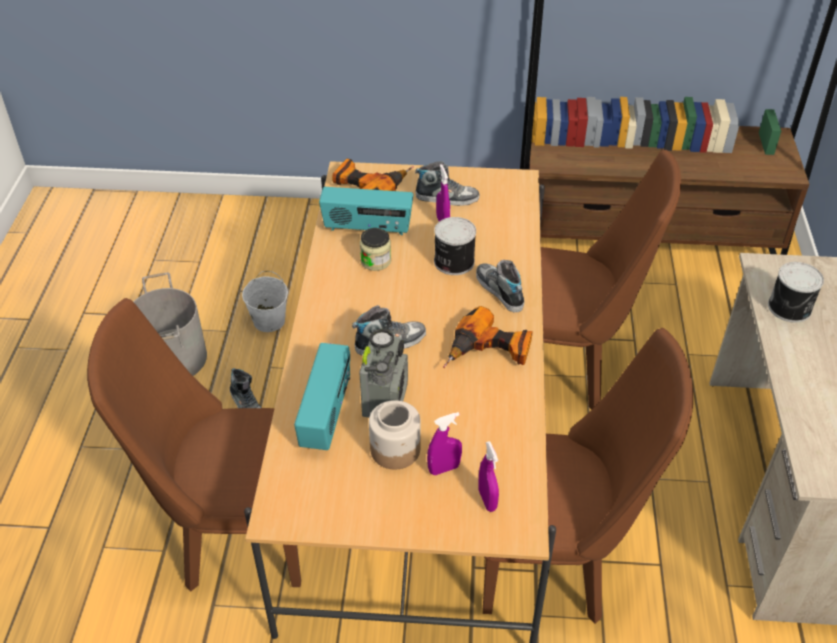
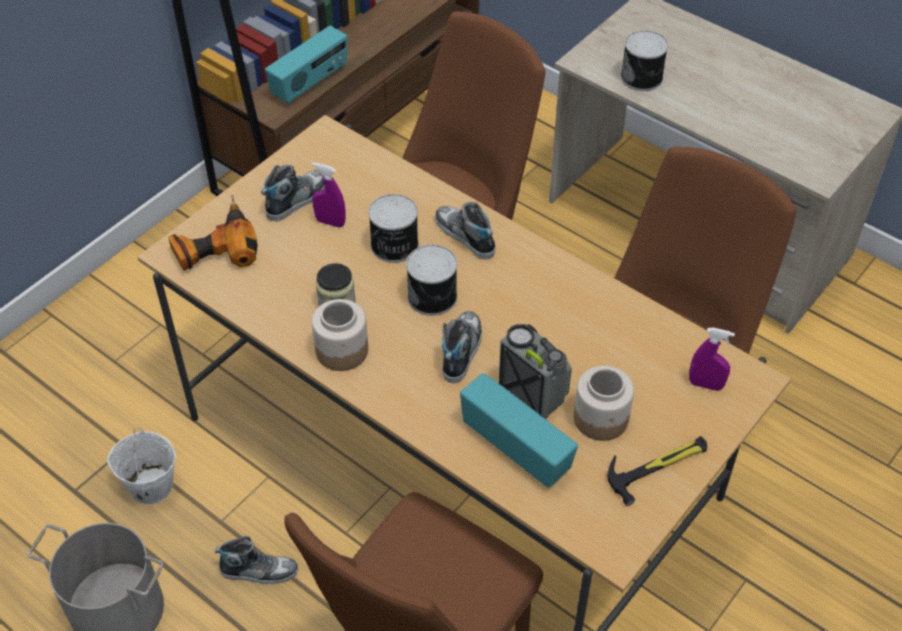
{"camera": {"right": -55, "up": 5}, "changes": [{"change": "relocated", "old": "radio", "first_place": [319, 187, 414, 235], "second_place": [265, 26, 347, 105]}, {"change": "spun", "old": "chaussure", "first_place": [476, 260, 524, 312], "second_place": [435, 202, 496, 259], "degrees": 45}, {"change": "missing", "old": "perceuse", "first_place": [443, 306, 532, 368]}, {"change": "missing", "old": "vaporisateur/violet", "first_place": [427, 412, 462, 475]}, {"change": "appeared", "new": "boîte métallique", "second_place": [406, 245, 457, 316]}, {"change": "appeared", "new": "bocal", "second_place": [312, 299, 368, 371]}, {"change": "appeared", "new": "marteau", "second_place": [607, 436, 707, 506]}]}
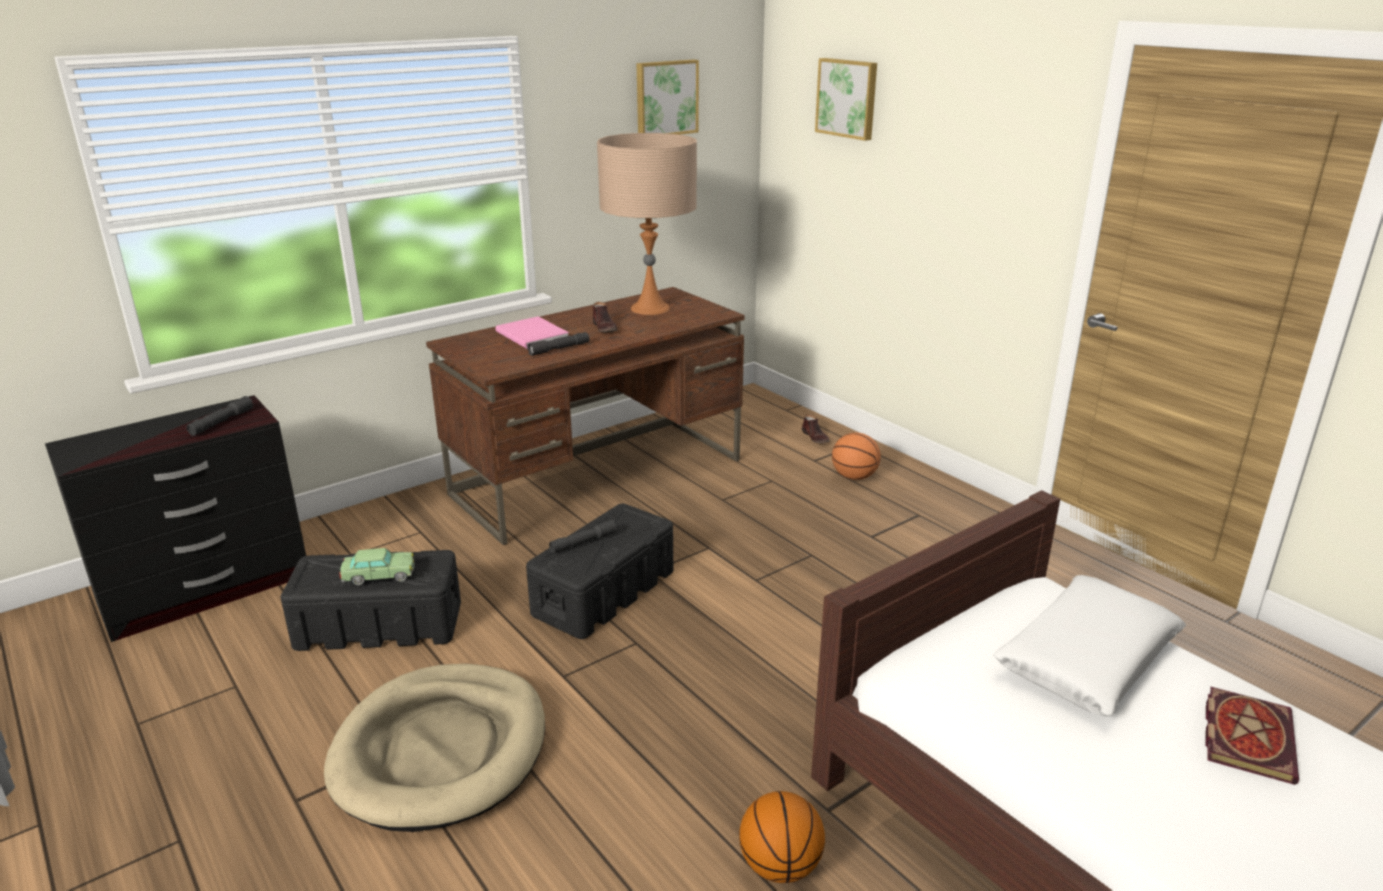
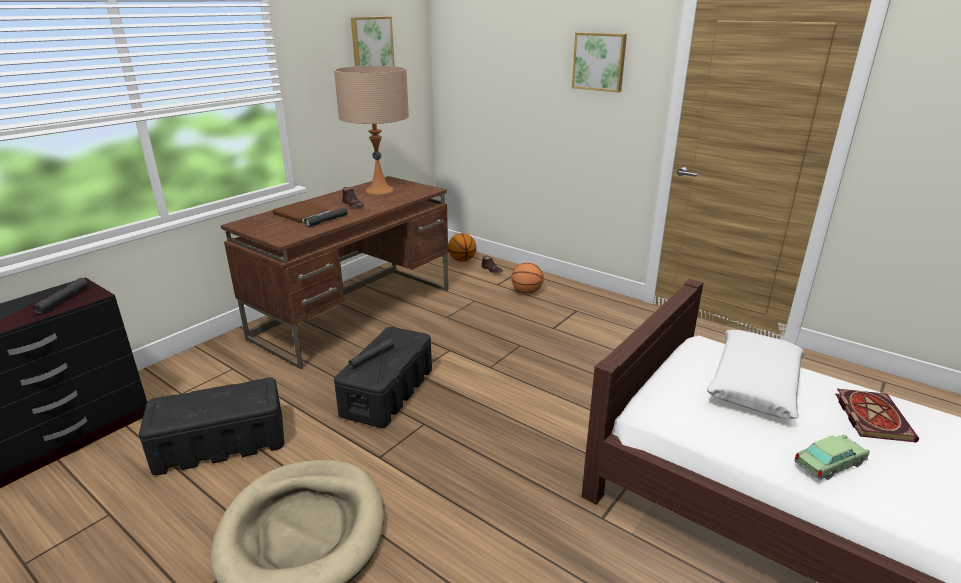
{"camera": {"right": -15, "up": 0}, "changes": [{"change": "relocated", "old": "tableau", "first_place": [815, 58, 877, 141], "second_place": [572, 32, 627, 92]}, {"change": "colour", "old": "livre/rose", "new": "livre/marron", "first_place": [495, 317, 569, 349], "second_place": [272, 201, 330, 223]}, {"change": "relocated", "old": "petite voiture", "first_place": [339, 548, 415, 585], "second_place": [794, 434, 870, 480]}, {"change": "relocated", "old": "ballon de basket", "first_place": [739, 791, 825, 883], "second_place": [448, 233, 476, 262]}]}
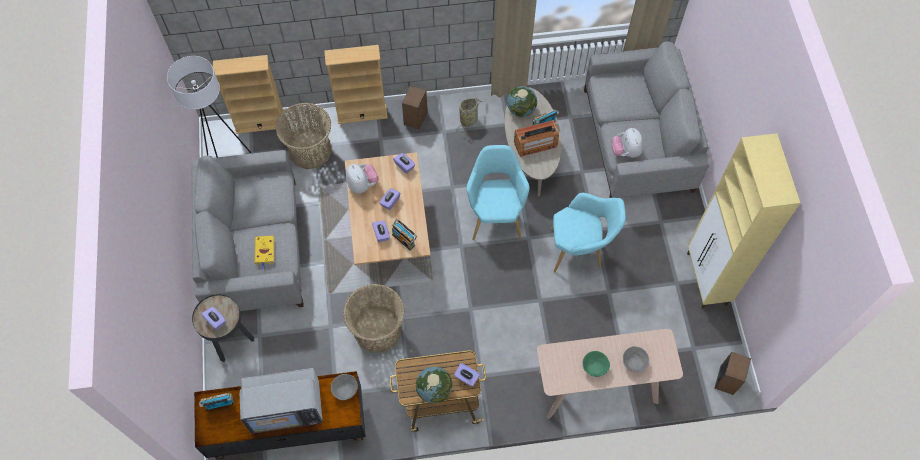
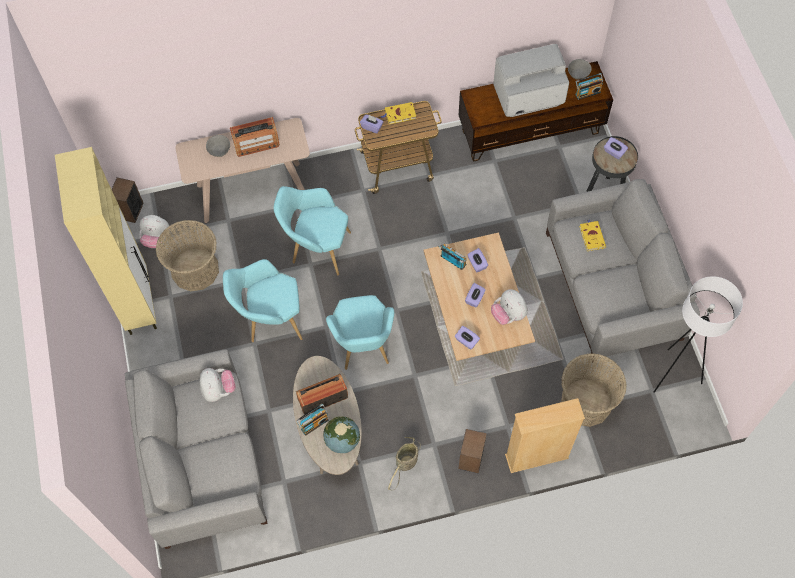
{"camera": {"right": 175, "up": 0}, "changes": [{"change": "missing", "old": "bibliothèque/beige", "first_place": [213, 55, 284, 134]}, {"change": "relocated", "old": "panier", "first_place": [343, 284, 404, 353], "second_place": [156, 220, 219, 291]}, {"change": "exchanged", "old": "bol/vert", "new": "radio", "first_place": [582, 351, 610, 377], "second_place": [230, 117, 280, 157]}, {"change": "exchanged", "old": "globe", "new": "livre/jaune", "first_place": [416, 367, 452, 403], "second_place": [381, 102, 416, 124]}, {"change": "relocated", "old": "bol/gris", "first_place": [331, 374, 358, 400], "second_place": [568, 59, 592, 79]}, {"change": "appeared", "new": "fauteuil/turquoise", "second_place": [273, 186, 351, 276]}, {"change": "appeared", "new": "peluche", "second_place": [139, 215, 169, 248]}]}
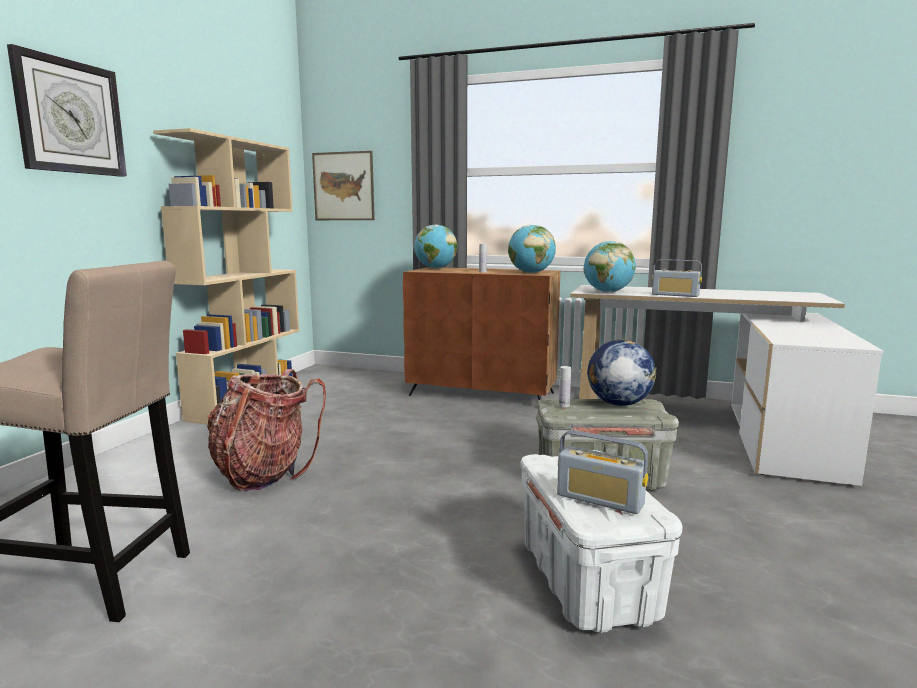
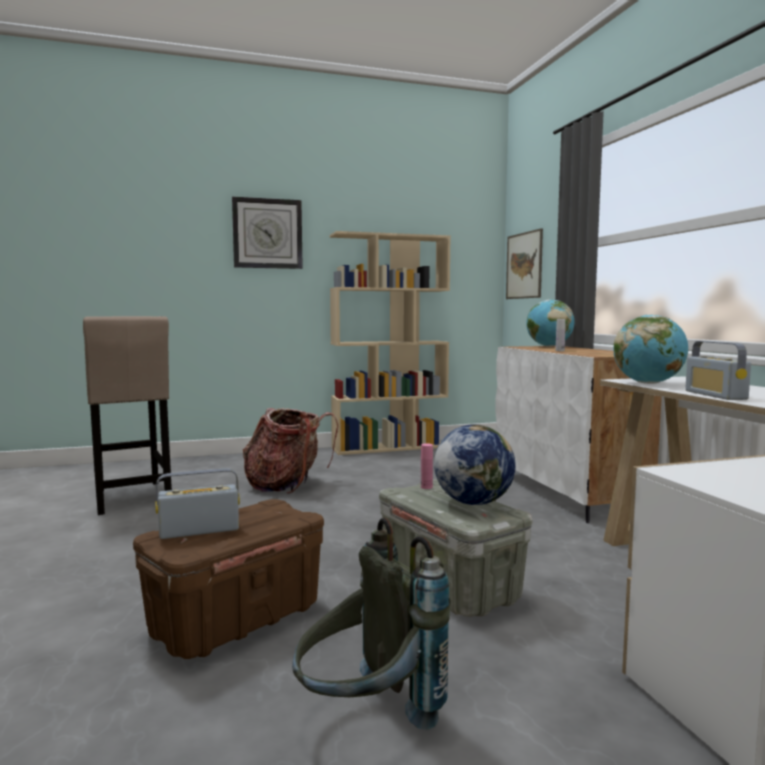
{"camera": {"right": 55, "up": -5}, "changes": [{"change": "missing", "old": "globe", "first_place": [508, 225, 556, 273]}, {"change": "colour", "old": "meuble de rangement/marron", "new": "meuble de rangement/blanc", "first_place": [403, 267, 560, 400], "second_place": [495, 346, 662, 523]}, {"change": "colour", "old": "bouteille/blanc", "new": "bouteille/rose", "first_place": [559, 366, 571, 407], "second_place": [421, 443, 433, 489]}, {"change": "spun", "old": "radio", "first_place": [557, 430, 648, 514], "second_place": [156, 468, 240, 539], "degrees": 75}, {"change": "colour", "old": "boîte de rangement/blanc", "new": "boîte de rangement/marron", "first_place": [520, 450, 683, 633], "second_place": [133, 499, 324, 659]}, {"change": "appeared", "new": "sac à dos/gris", "second_place": [292, 518, 450, 730]}]}
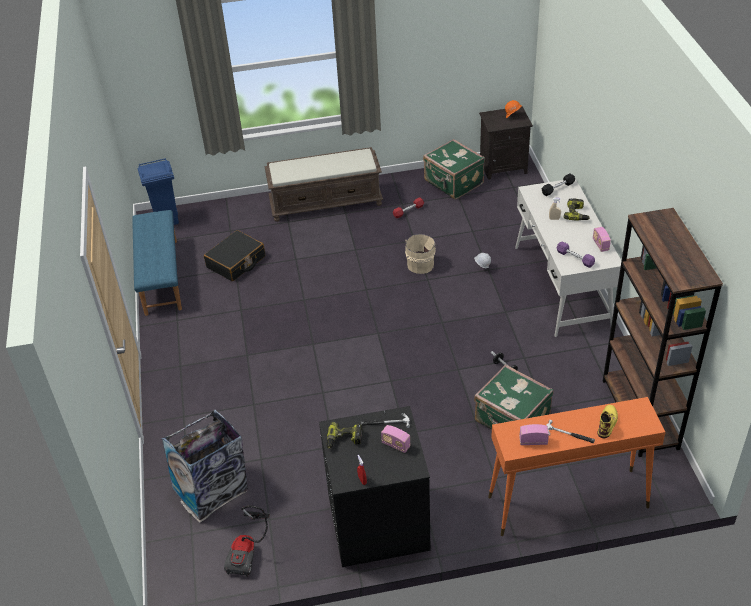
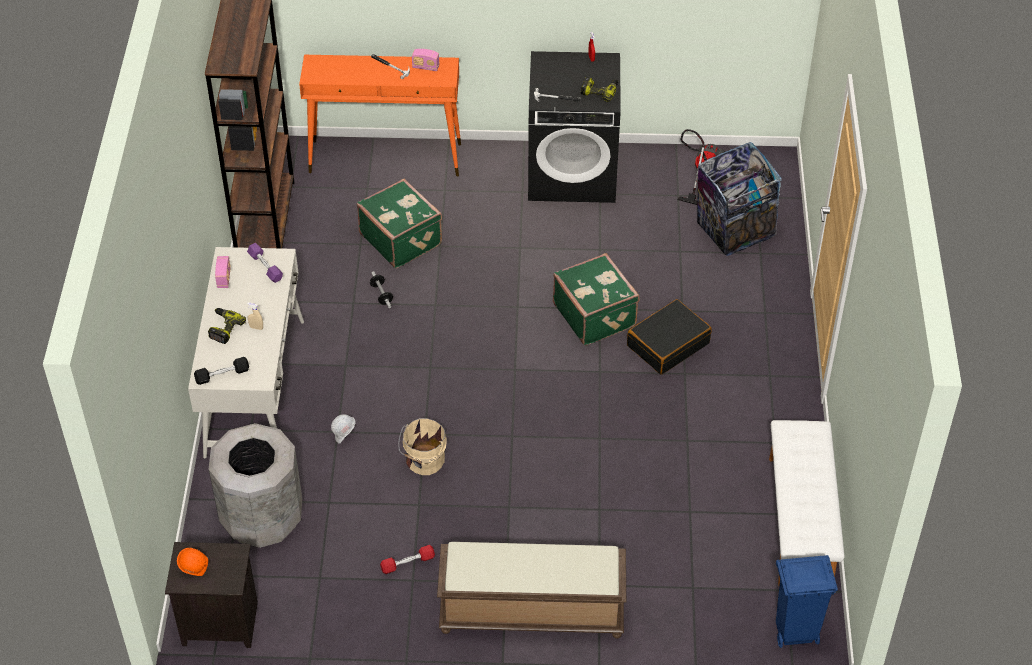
{"camera": {"right": -170, "up": 5}, "changes": [{"change": "relocated", "old": "valise/vert", "first_place": [423, 139, 485, 199], "second_place": [553, 253, 640, 346]}, {"change": "colour", "old": "banc/bleu", "new": "banc/blanc", "first_place": [132, 210, 182, 316], "second_place": [769, 420, 844, 586]}, {"change": "relocated", "old": "valise/noir", "first_place": [204, 230, 265, 281], "second_place": [627, 299, 712, 374]}, {"change": "missing", "old": "botte/jaune", "first_place": [597, 405, 618, 438]}, {"change": "missing", "old": "radio", "first_place": [381, 425, 411, 453]}, {"change": "appeared", "new": "poubelle/gris", "second_place": [209, 423, 302, 548]}]}
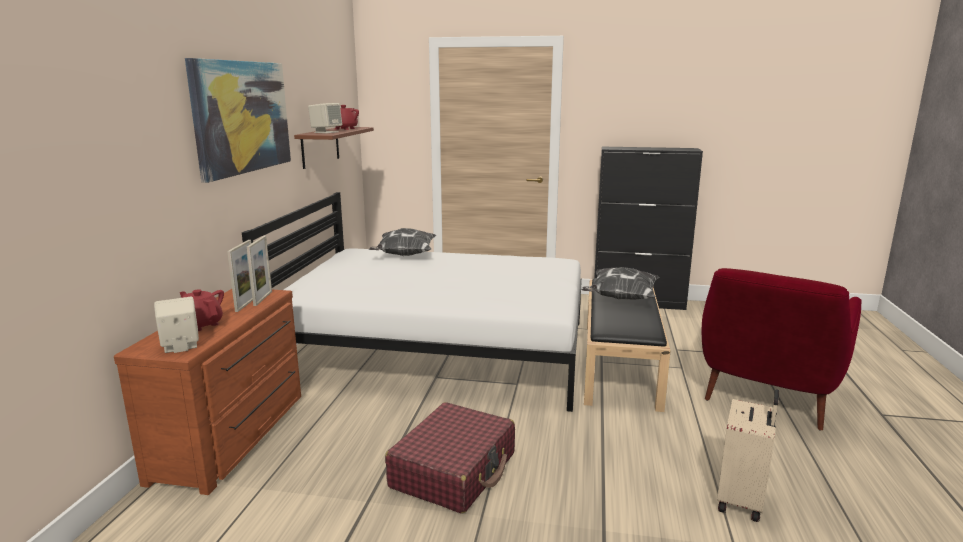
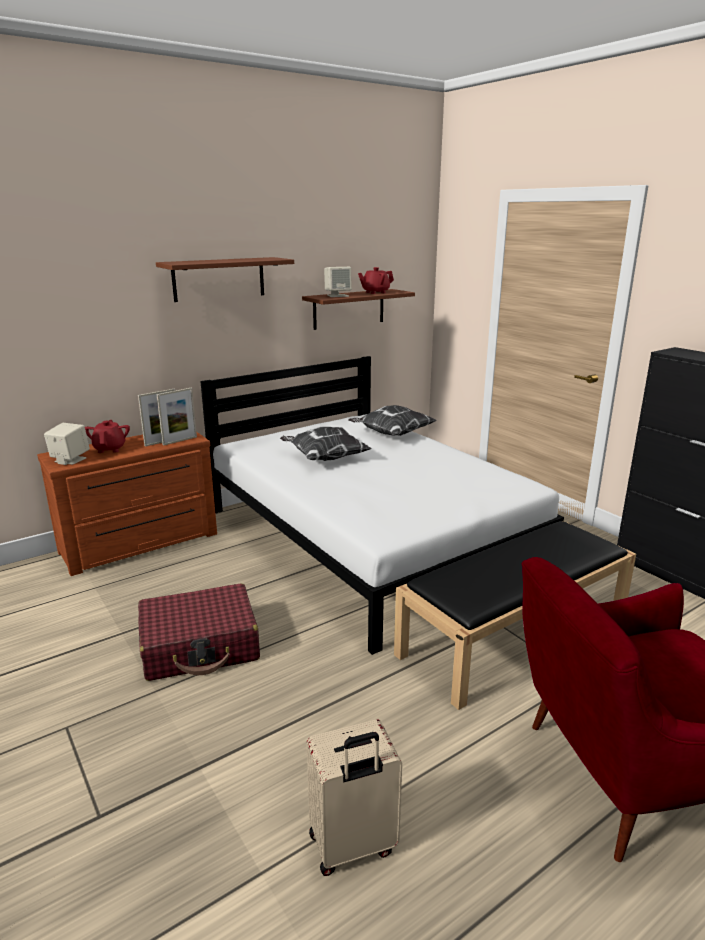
{"camera": {"right": 45, "up": 5}, "changes": [{"change": "exchanged", "old": "tableau", "new": "étagère/marron", "first_place": [185, 58, 291, 183], "second_place": [156, 257, 294, 302]}, {"change": "relocated", "old": "coussin", "first_place": [581, 267, 660, 300], "second_place": [280, 427, 372, 461]}]}
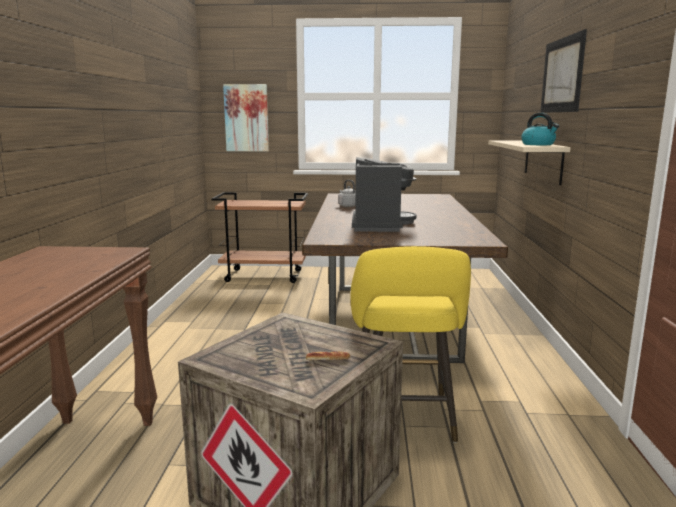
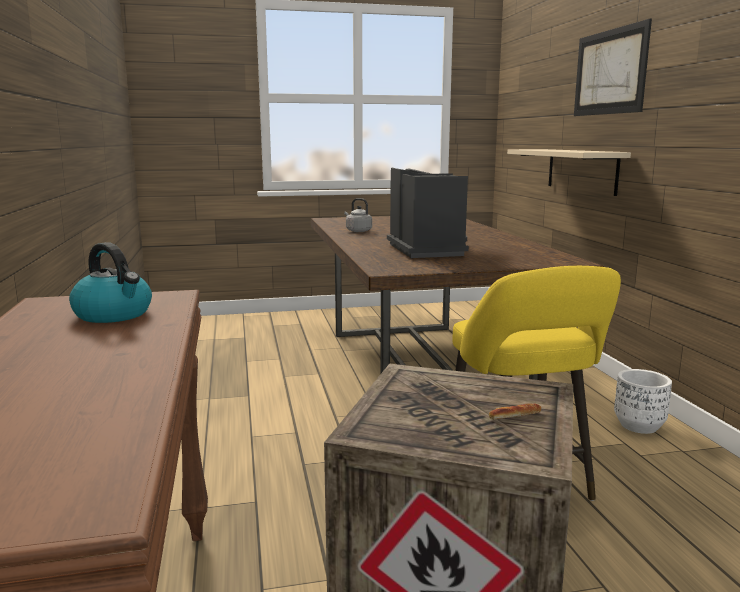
{"camera": {"right": -15, "up": 0}, "changes": [{"change": "missing", "old": "tableau", "first_place": [223, 84, 269, 151]}, {"change": "relocated", "old": "bouilloire", "first_place": [521, 113, 559, 145], "second_place": [69, 242, 152, 323]}, {"change": "missing", "old": "chariot/marron", "first_place": [211, 192, 308, 283]}, {"change": "appeared", "new": "cache-pot/blanc", "second_place": [614, 369, 672, 434]}]}
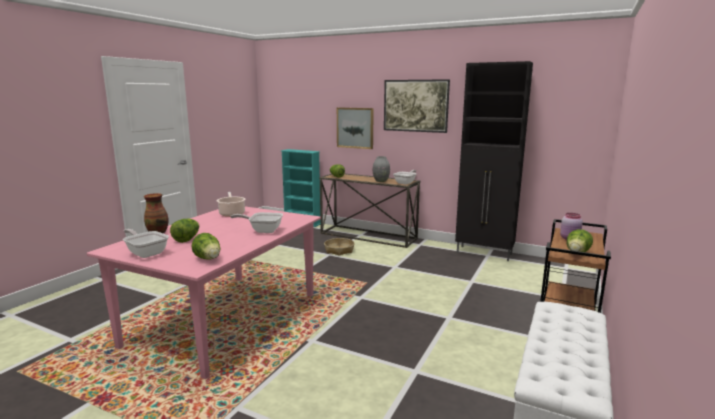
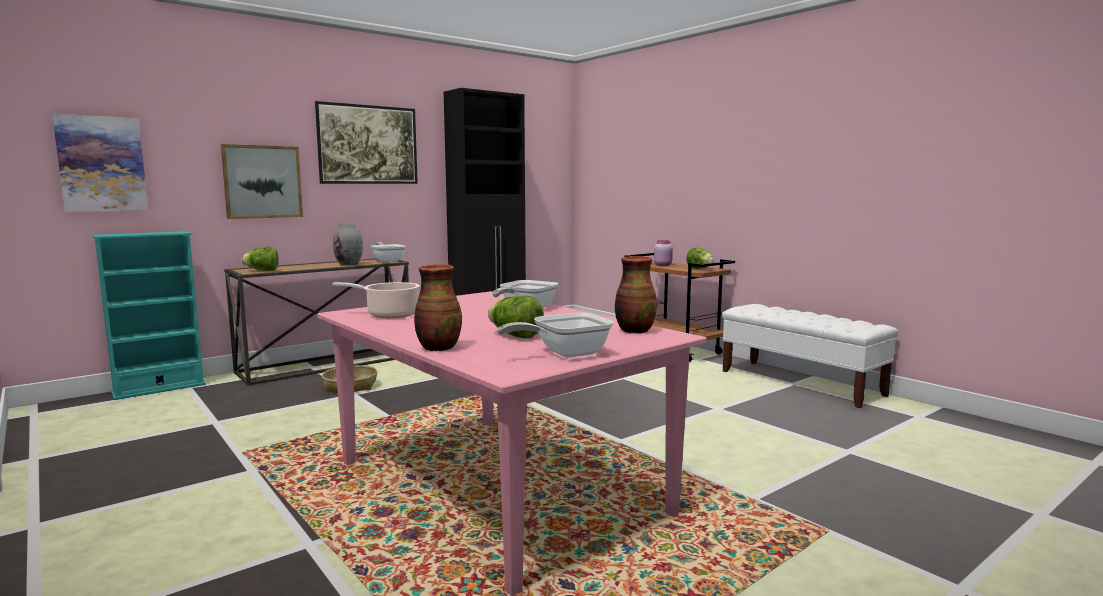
{"camera": {"right": -65, "up": -5}, "changes": [{"change": "exchanged", "old": "laitue", "new": "vase", "first_place": [192, 233, 220, 260], "second_place": [615, 256, 657, 333]}, {"change": "appeared", "new": "tableau", "second_place": [52, 114, 148, 212]}]}
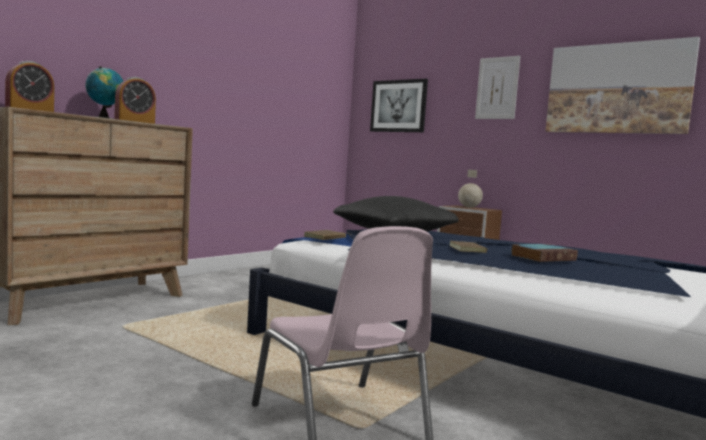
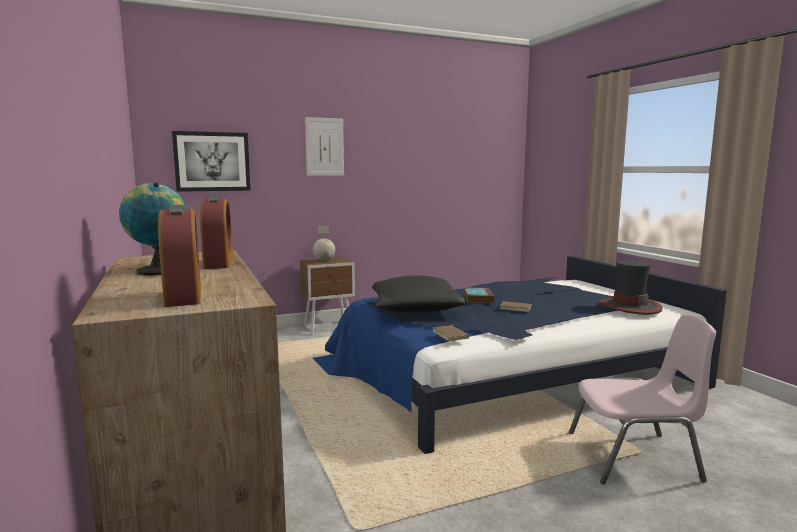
{"camera": {"right": -60, "up": 5}, "changes": [{"change": "missing", "old": "tableau", "first_place": [546, 37, 700, 134]}, {"change": "relocated", "old": "livre", "first_place": [511, 244, 578, 262], "second_place": [464, 288, 495, 303]}, {"change": "appeared", "new": "chapeau", "second_place": [598, 261, 663, 315]}]}
